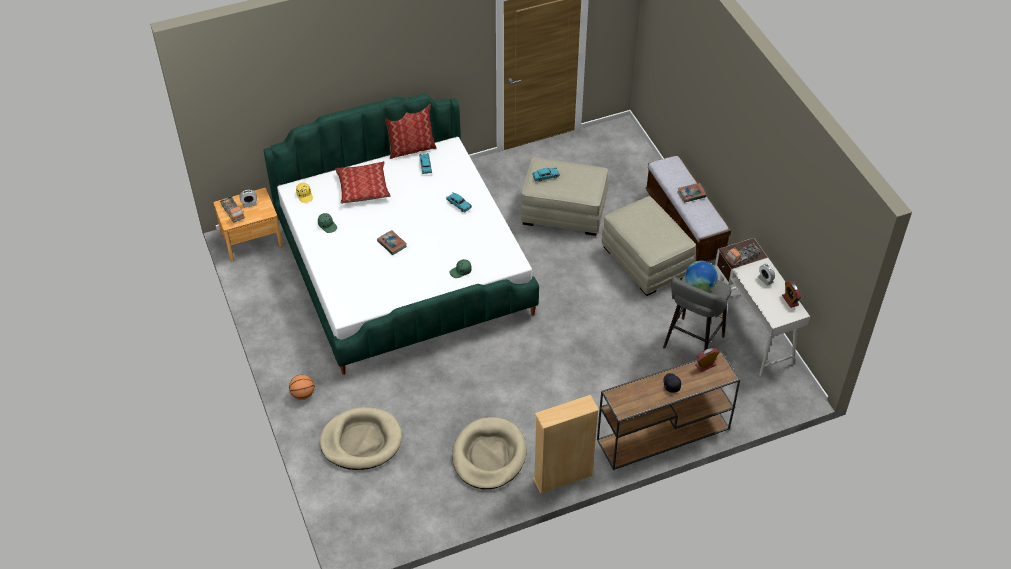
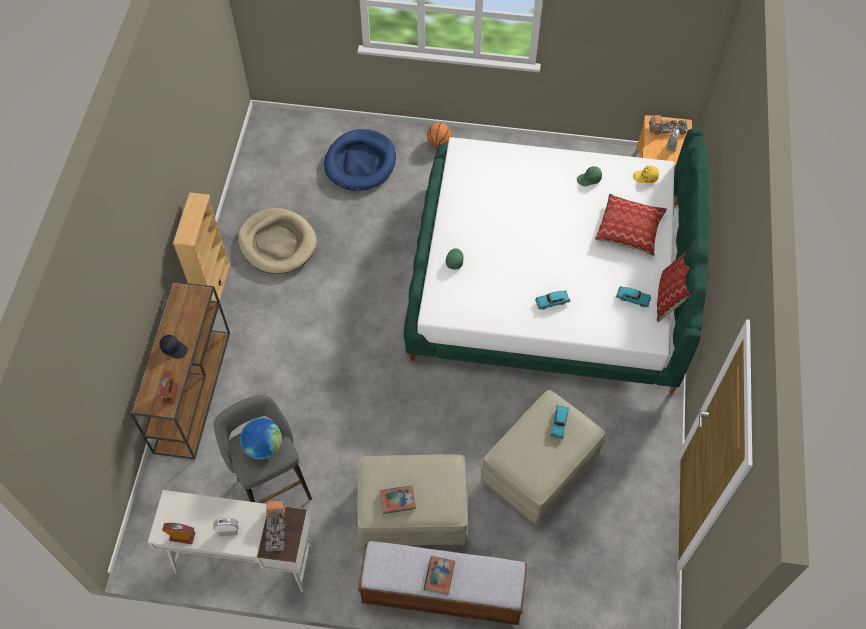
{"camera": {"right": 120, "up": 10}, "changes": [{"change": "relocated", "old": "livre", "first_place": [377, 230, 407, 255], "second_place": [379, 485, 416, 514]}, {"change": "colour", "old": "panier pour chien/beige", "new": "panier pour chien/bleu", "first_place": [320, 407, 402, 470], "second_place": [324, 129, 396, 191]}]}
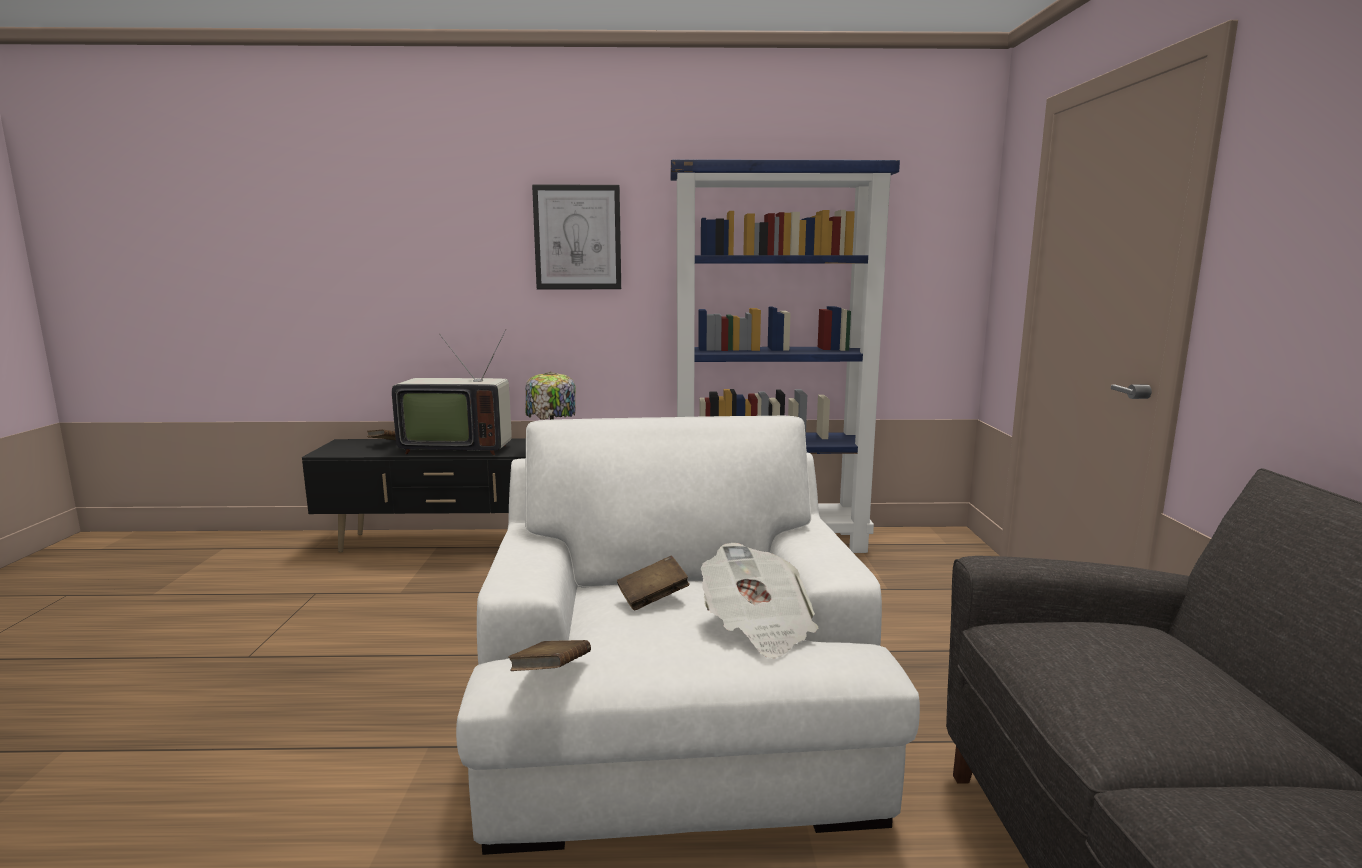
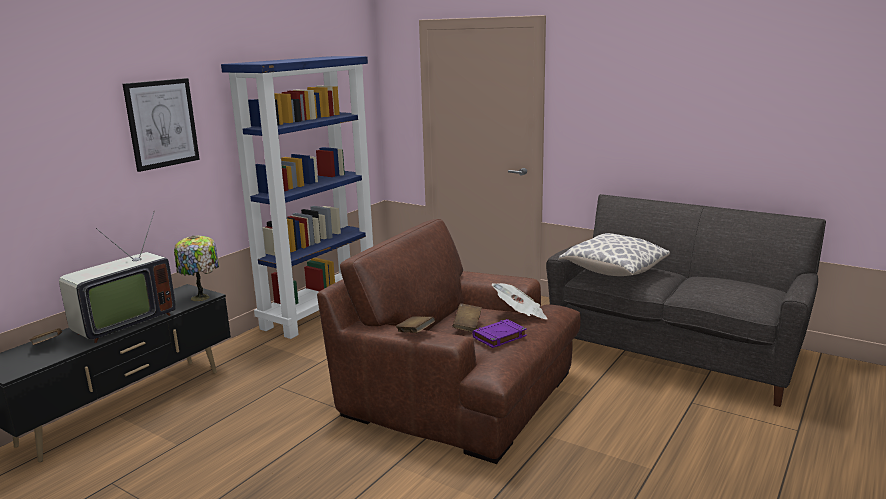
{"camera": {"right": -55, "up": 5}, "changes": [{"change": "colour", "old": "fauteuil/blanc", "new": "fauteuil/marron", "first_place": [456, 416, 920, 855], "second_place": [317, 219, 581, 464]}, {"change": "relocated", "old": "livre/marron", "first_place": [508, 640, 591, 671], "second_place": [396, 316, 435, 333]}, {"change": "appeared", "new": "coussin", "second_place": [559, 233, 670, 276]}, {"change": "appeared", "new": "livre/violet", "second_place": [472, 319, 527, 348]}]}
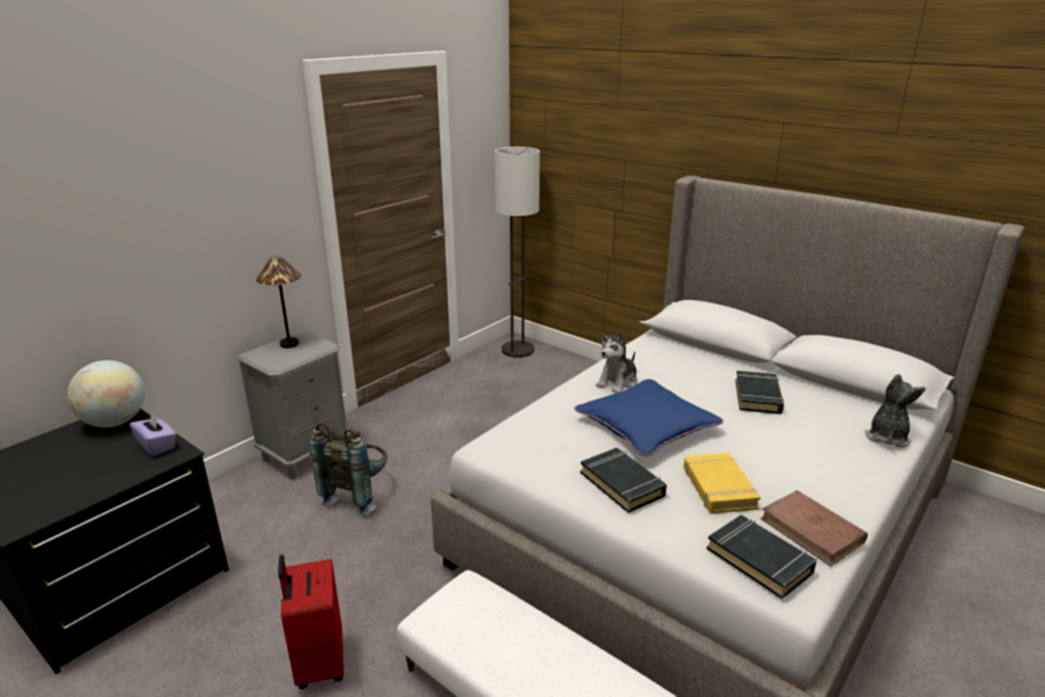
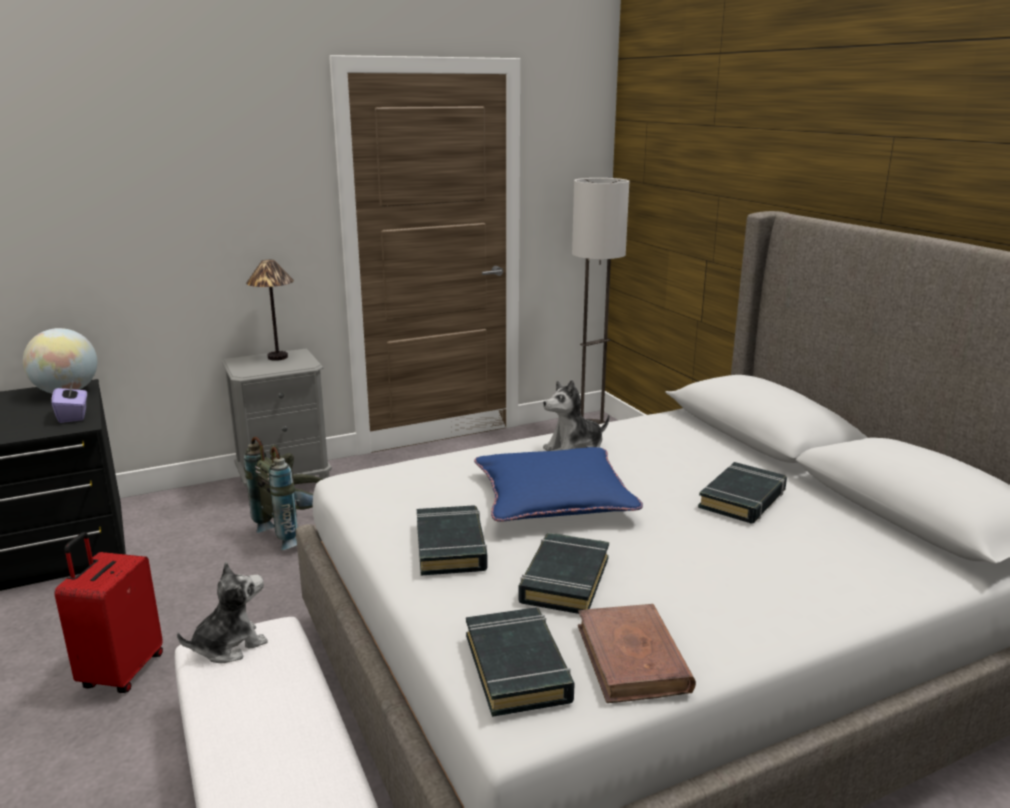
{"camera": {"right": 25, "up": -5}, "changes": [{"change": "relocated", "old": "peluche", "first_place": [865, 374, 926, 448], "second_place": [177, 562, 268, 663]}, {"change": "colour", "old": "livre/jaune", "new": "livre/noir", "first_place": [684, 453, 761, 514], "second_place": [518, 533, 609, 614]}]}
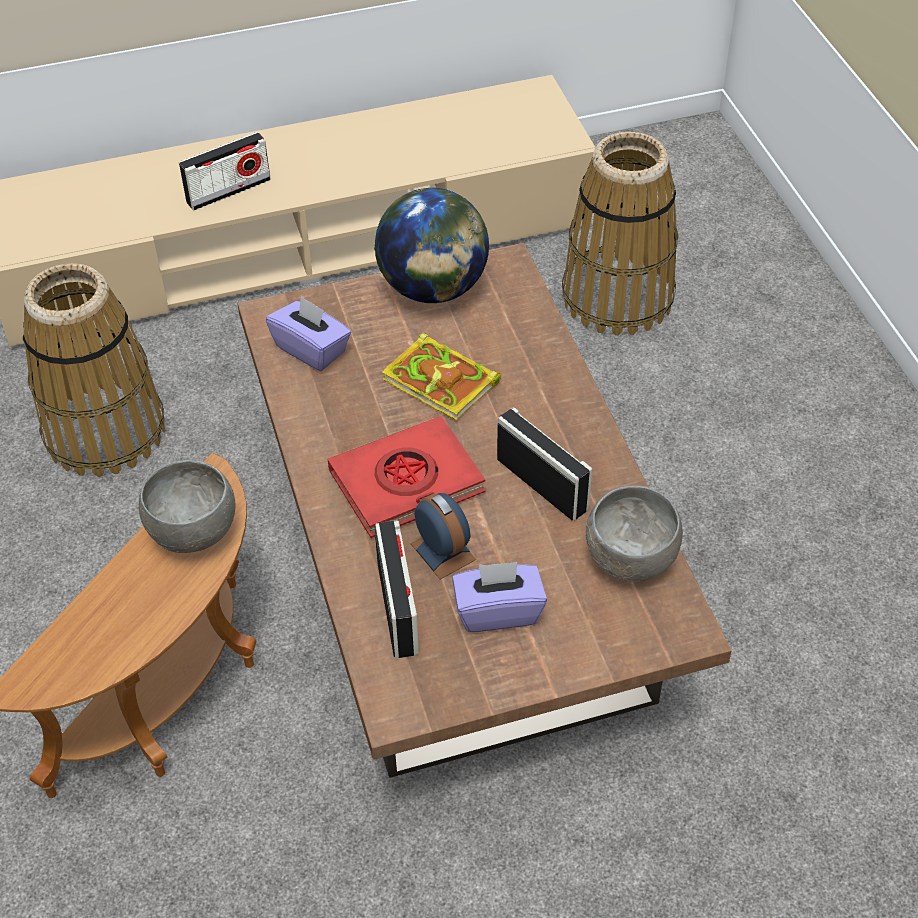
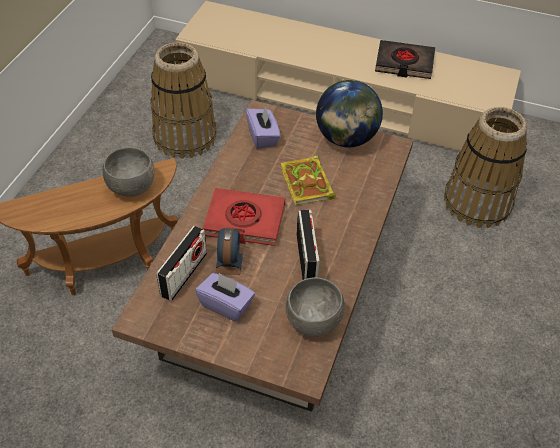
{"camera": {"right": 35, "up": 0}, "changes": [{"change": "missing", "old": "radio", "first_place": [179, 132, 271, 210]}, {"change": "appeared", "new": "livre/noir", "second_place": [375, 40, 435, 79]}]}
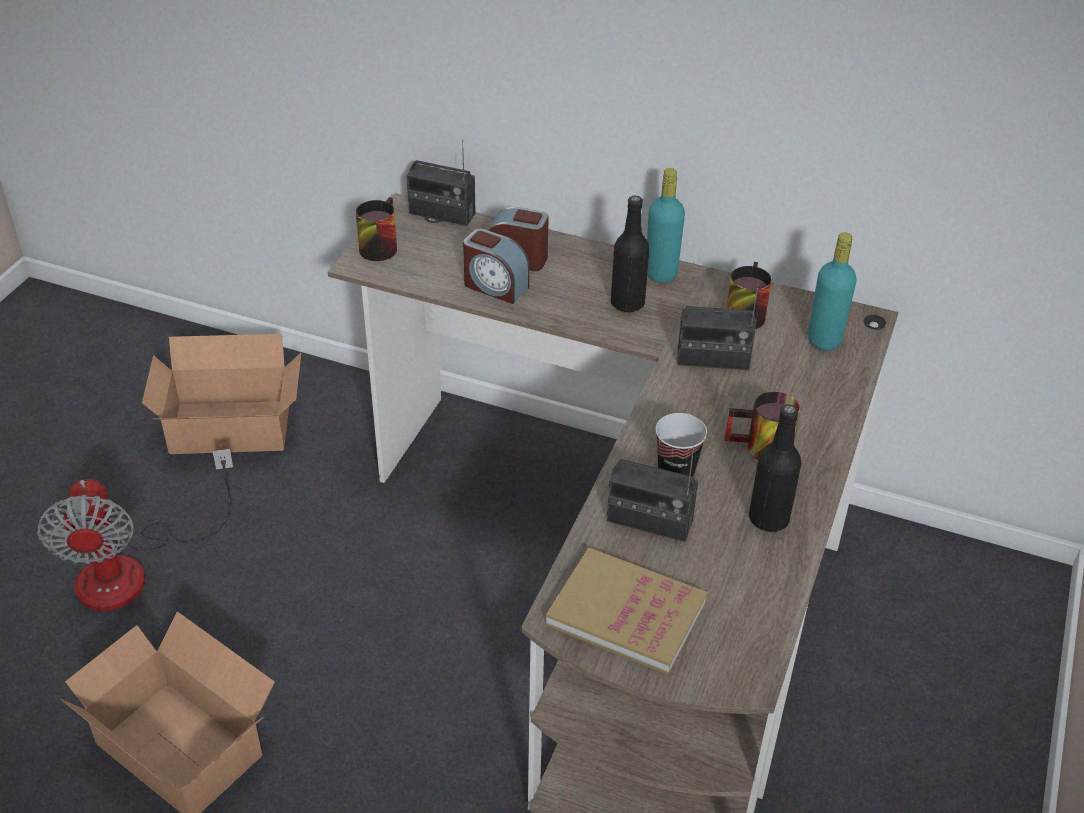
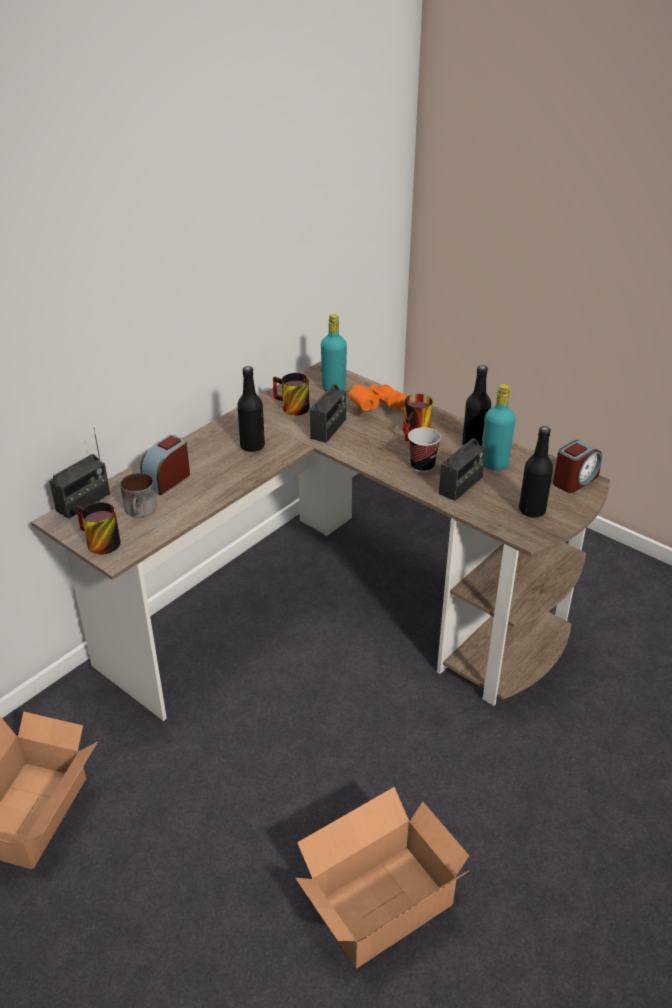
{"camera": {"right": -70, "up": -5}, "changes": [{"change": "relocated", "old": "bouteille/turquoise", "first_place": [647, 168, 685, 283], "second_place": [483, 384, 516, 470]}, {"change": "relocated", "old": "réveil", "first_place": [463, 229, 530, 304], "second_place": [553, 440, 602, 493]}, {"change": "missing", "old": "ventilateur", "first_place": [37, 449, 233, 611]}, {"change": "exchanged", "old": "livre", "new": "bouteille/noir", "first_place": [546, 547, 708, 675], "second_place": [519, 426, 553, 518]}, {"change": "appeared", "new": "jumelles/orange", "second_place": [348, 384, 407, 411]}, {"change": "appeared", "new": "mug", "second_place": [120, 473, 157, 517]}]}
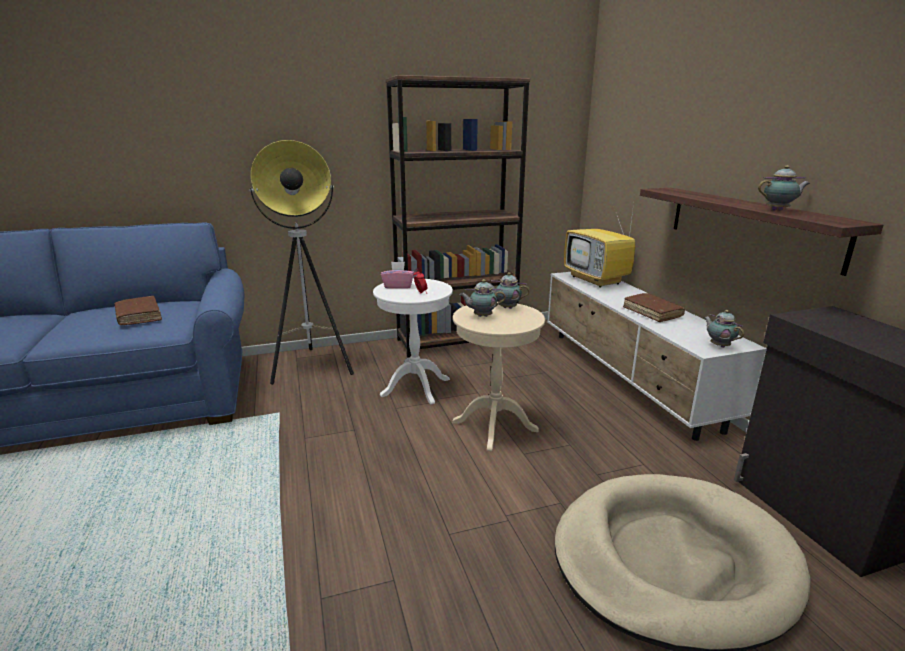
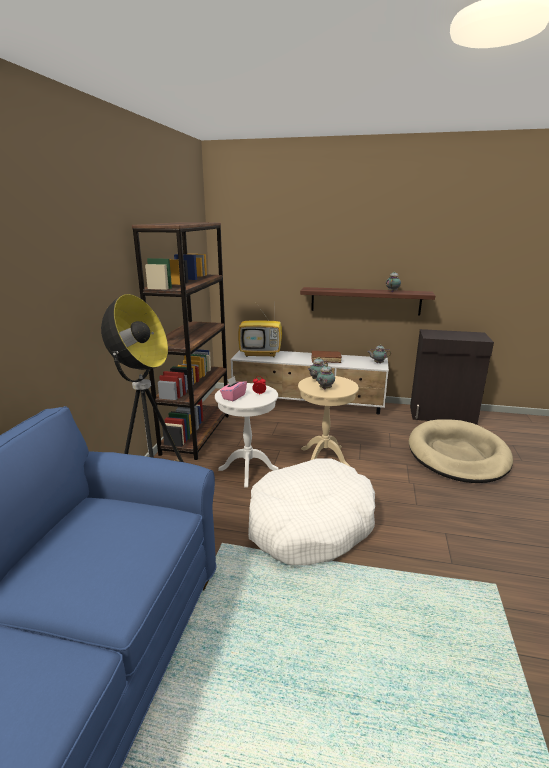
{"camera": {"right": -60, "up": 0}, "changes": [{"change": "missing", "old": "livre/marron", "first_place": [115, 296, 162, 325]}, {"change": "appeared", "new": "panier pour chien/blanc", "second_place": [248, 458, 375, 566]}]}
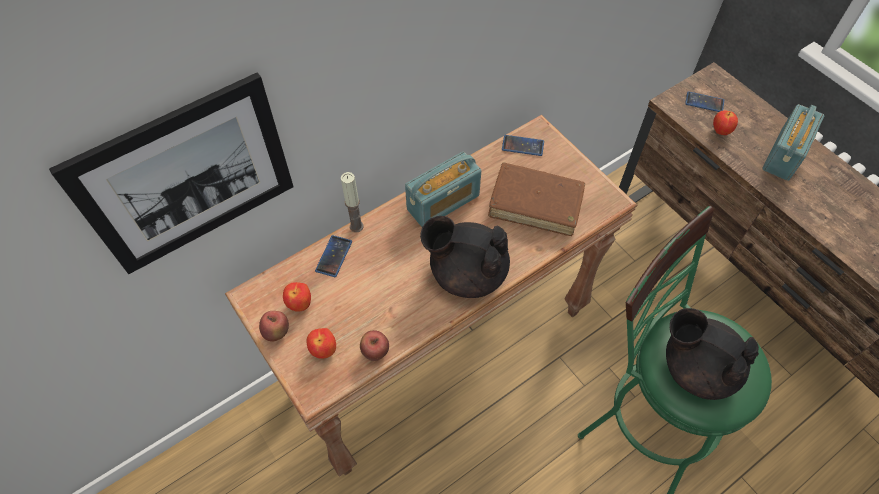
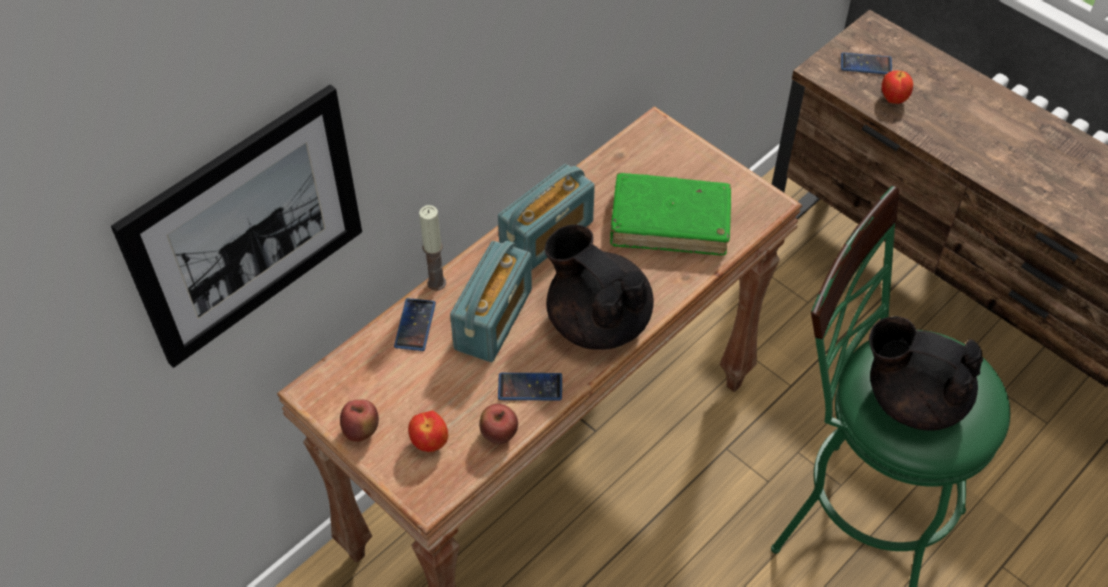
{"camera": {"right": -10, "up": -5}, "changes": [{"change": "relocated", "old": "radio", "first_place": [762, 104, 824, 181], "second_place": [450, 241, 532, 362]}, {"change": "relocated", "old": "téléphone", "first_place": [502, 135, 544, 156], "second_place": [498, 373, 562, 401]}, {"change": "colour", "old": "livre/marron", "new": "livre/vert", "first_place": [488, 162, 585, 236], "second_place": [610, 173, 731, 255]}, {"change": "spun", "old": "théière/noir", "first_place": [420, 216, 510, 298], "second_place": [545, 224, 654, 350], "degrees": 45}, {"change": "missing", "old": "pomme", "first_place": [283, 282, 311, 311]}]}
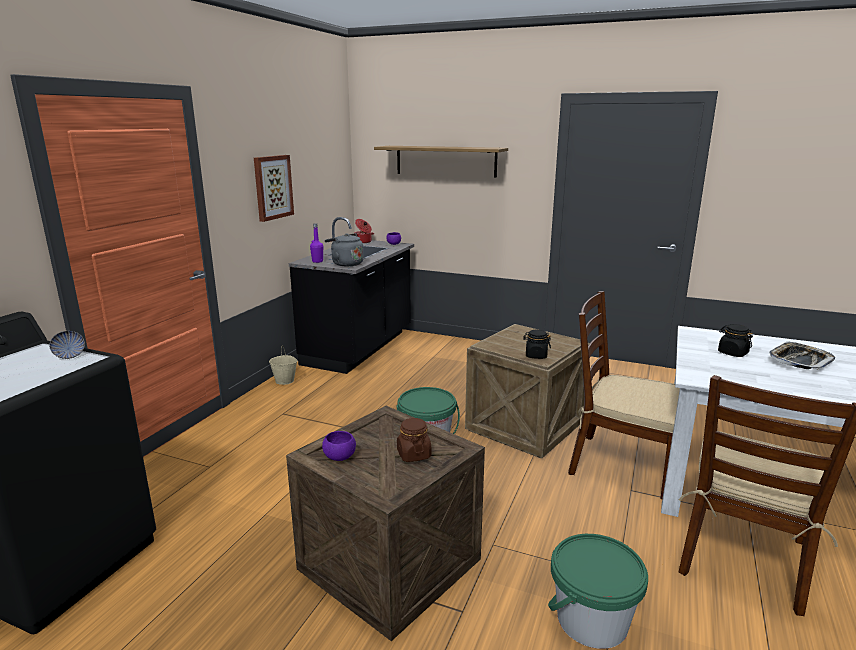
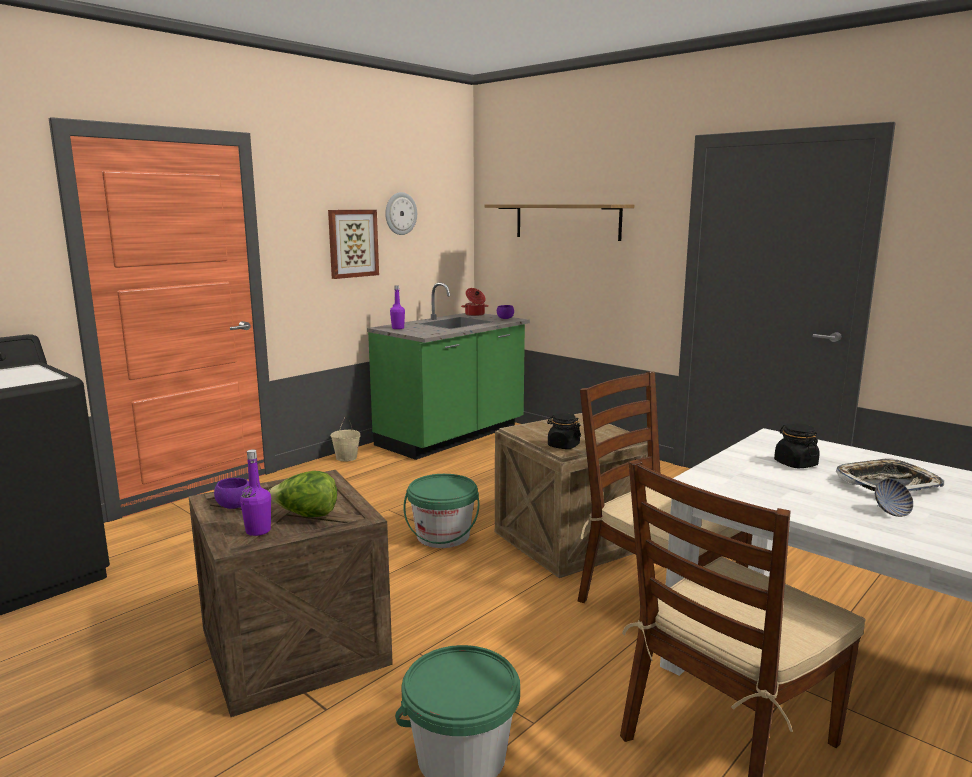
{"camera": {"right": 20, "up": -5}, "changes": [{"change": "colour", "old": "comptoir de cuisine/noir", "new": "comptoir de cuisine/vert", "first_place": [289, 217, 414, 374], "second_place": [367, 282, 530, 460]}, {"change": "missing", "old": "bouilloire/gris", "first_place": [325, 233, 364, 266]}, {"change": "relocated", "old": "bol", "first_place": [49, 331, 85, 359], "second_place": [875, 478, 913, 517]}, {"change": "exchanged", "old": "bocal/marron", "new": "laitue", "first_place": [397, 418, 431, 462], "second_place": [268, 471, 337, 517]}, {"change": "appeared", "new": "horloge murale", "second_place": [385, 192, 417, 235]}, {"change": "appeared", "new": "bouteille/violet", "second_place": [240, 449, 271, 536]}]}
